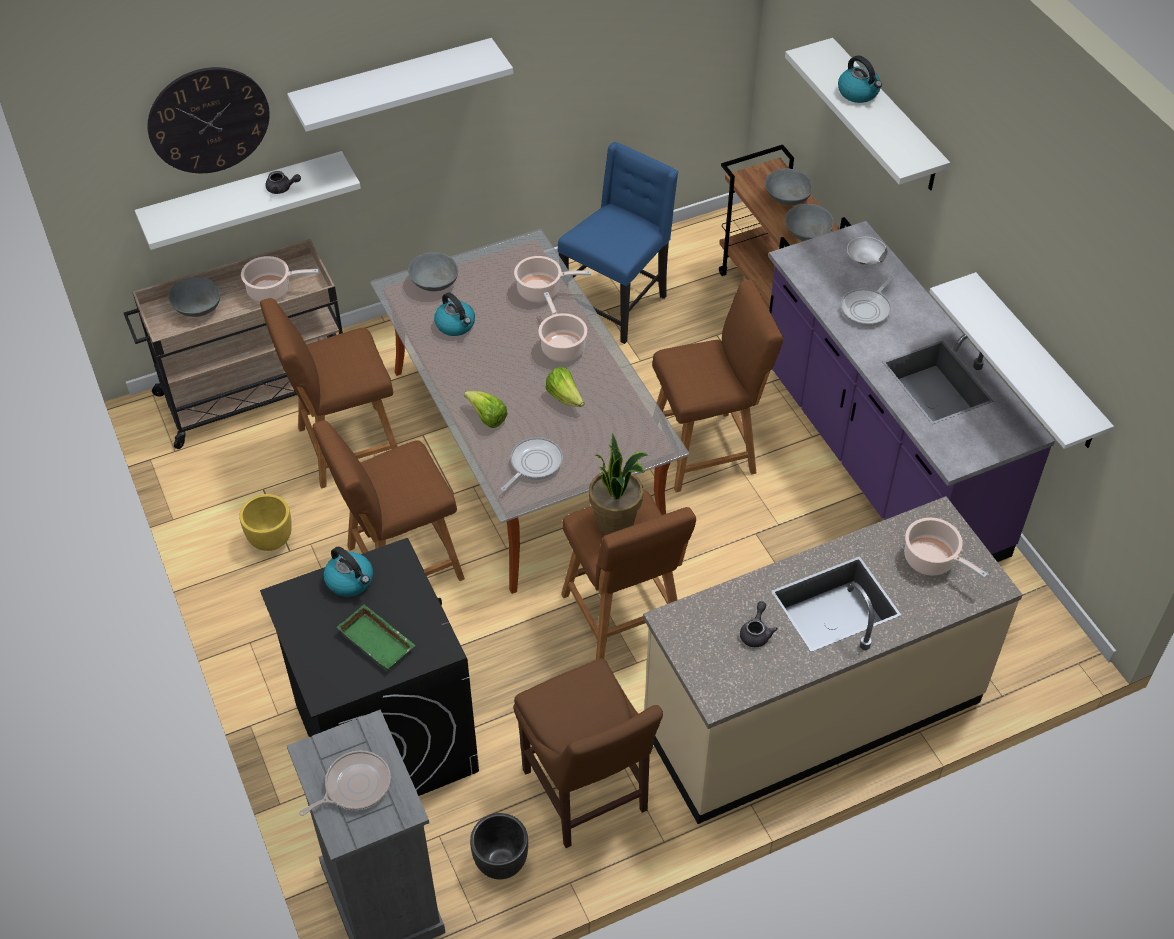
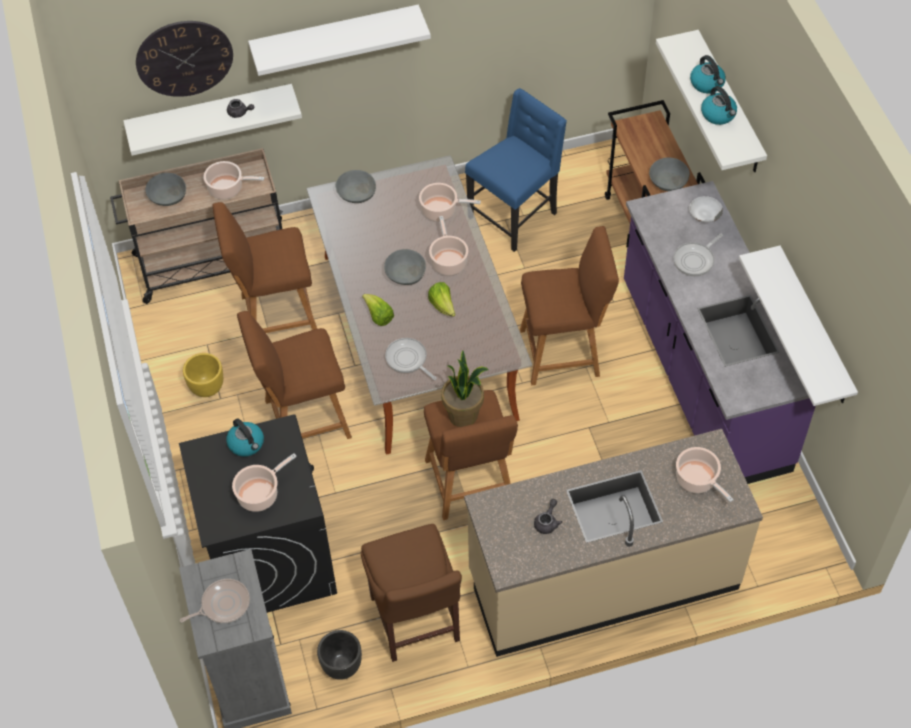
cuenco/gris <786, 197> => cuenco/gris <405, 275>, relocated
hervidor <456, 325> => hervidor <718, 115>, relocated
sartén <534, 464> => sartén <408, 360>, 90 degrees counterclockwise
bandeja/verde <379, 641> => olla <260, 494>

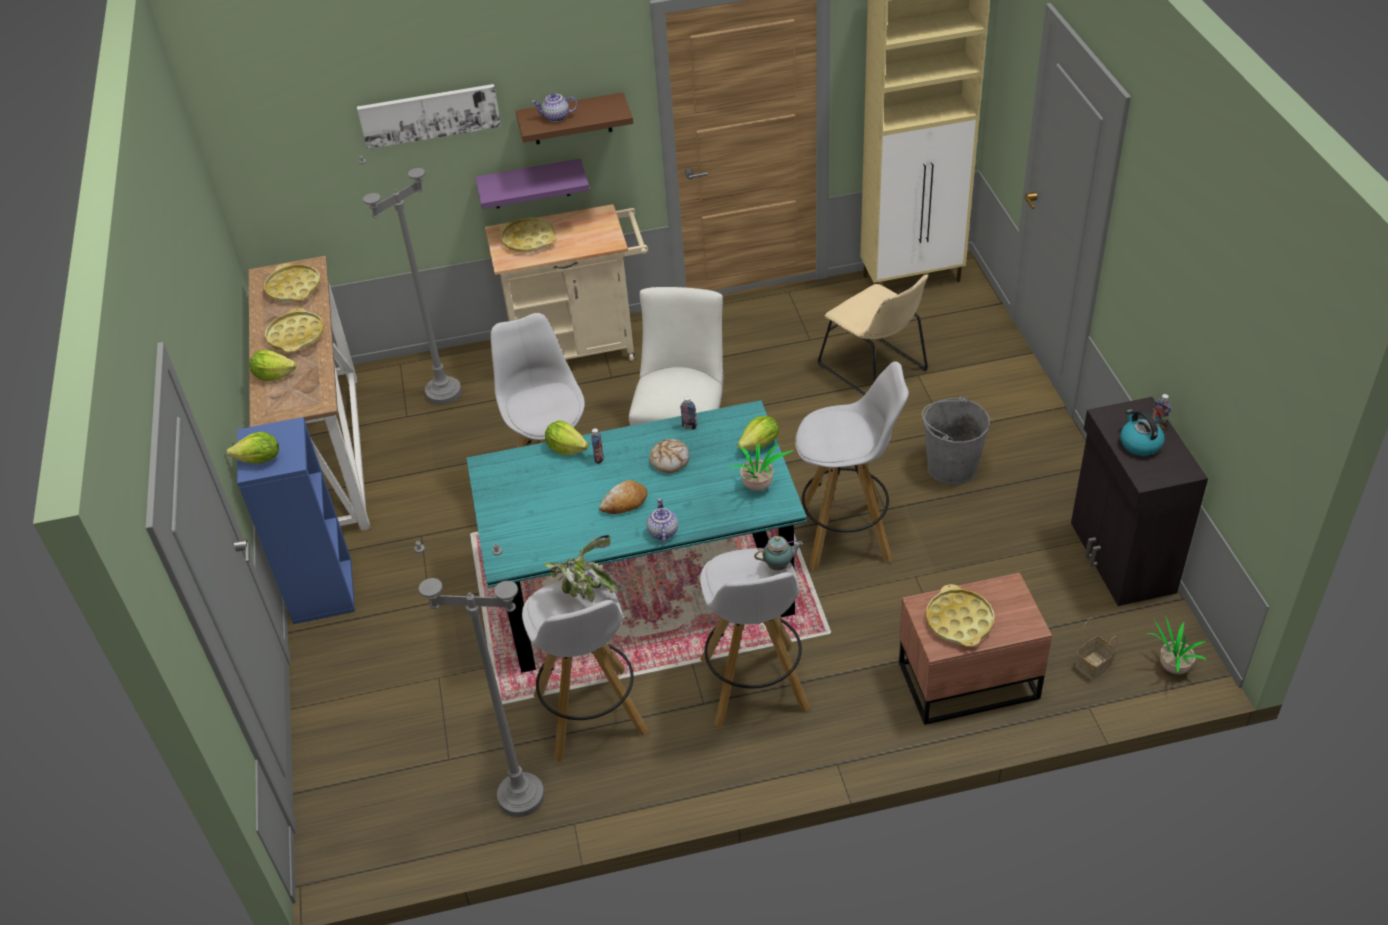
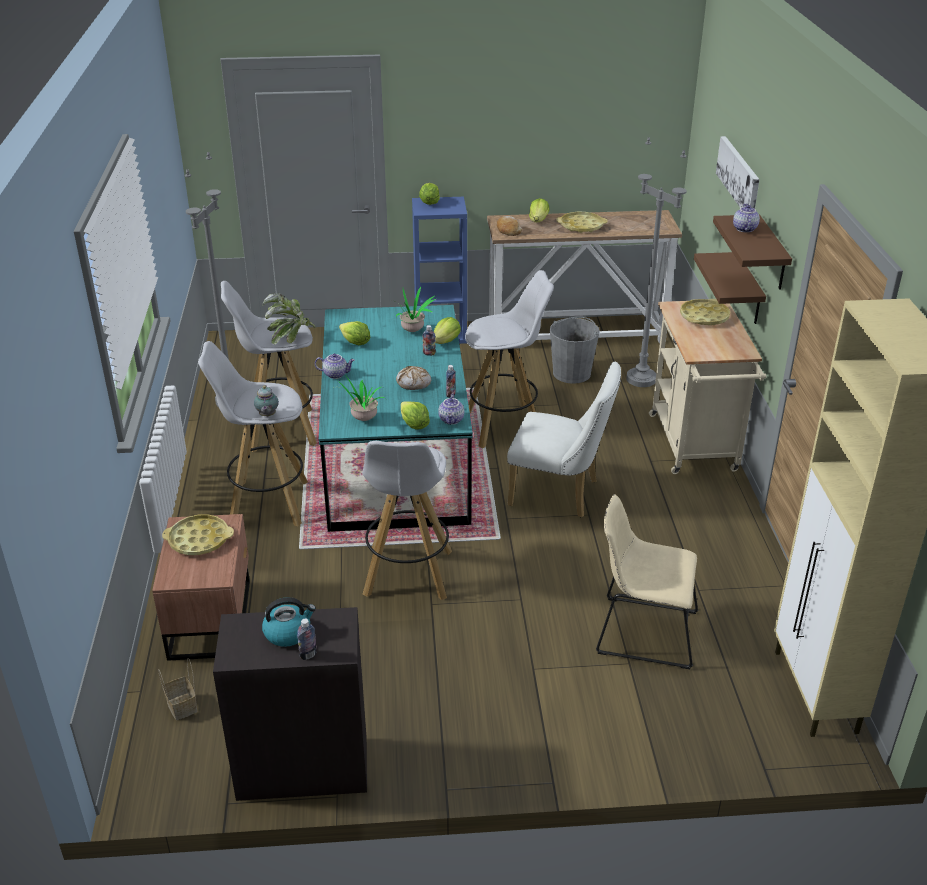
estante/morado <530, 184> => estante/marrón <748, 290>
bandeja/amarillo <294, 288> => nothing
silla/beis <875, 370> => silla/beis <642, 631>, 45 degrees clockwise
cubo/gris <951, 467> => cubo/gris <572, 373>, relocated
pan <624, 502> => pan <508, 230>, relocated
planta en maceta <1171, 668> => planta en maceta <413, 330>, relocated
nothing => lechuga <355, 343>
nothing => tetera <452, 420>

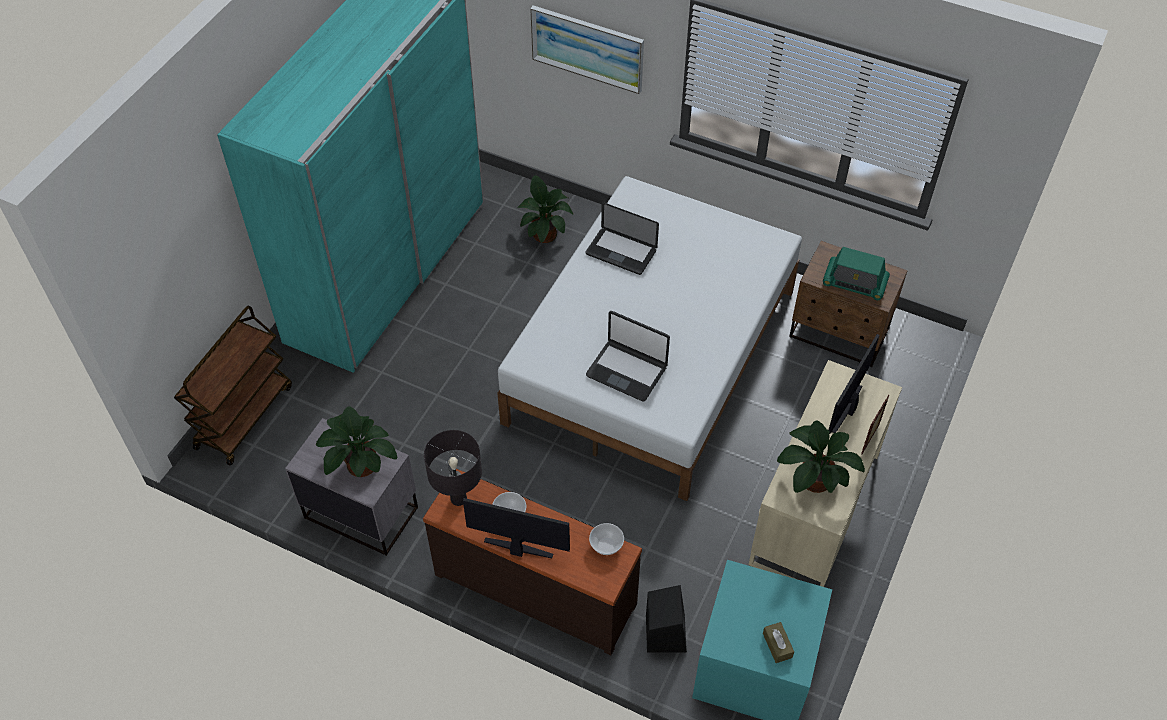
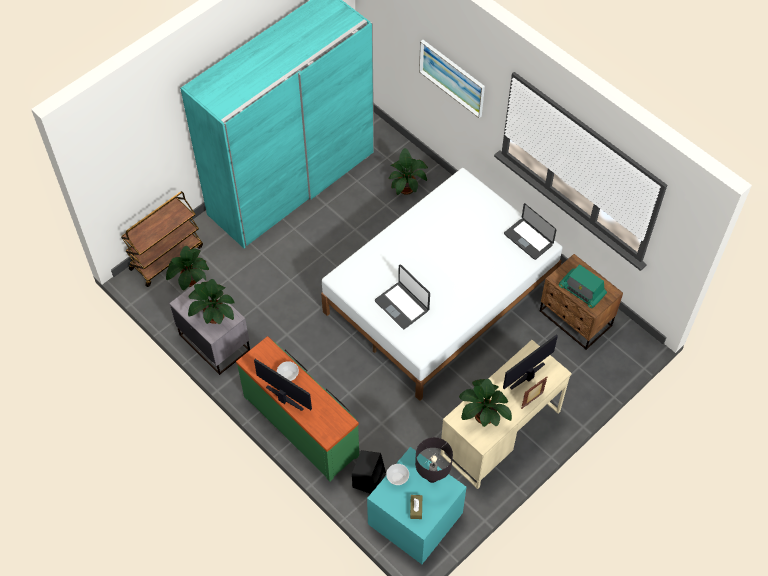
portátil <621, 252> => portátil <528, 239>, relocated
lámpara de mesa/negro <458, 499> => lámpara de mesa/negro <432, 477>, relocated
cómoda/marrón <536, 587> => cómoda/verde <302, 424>
cuenco <606, 545> => cuenco <397, 477>, relocated
nothing => planta en maceta <191, 280>

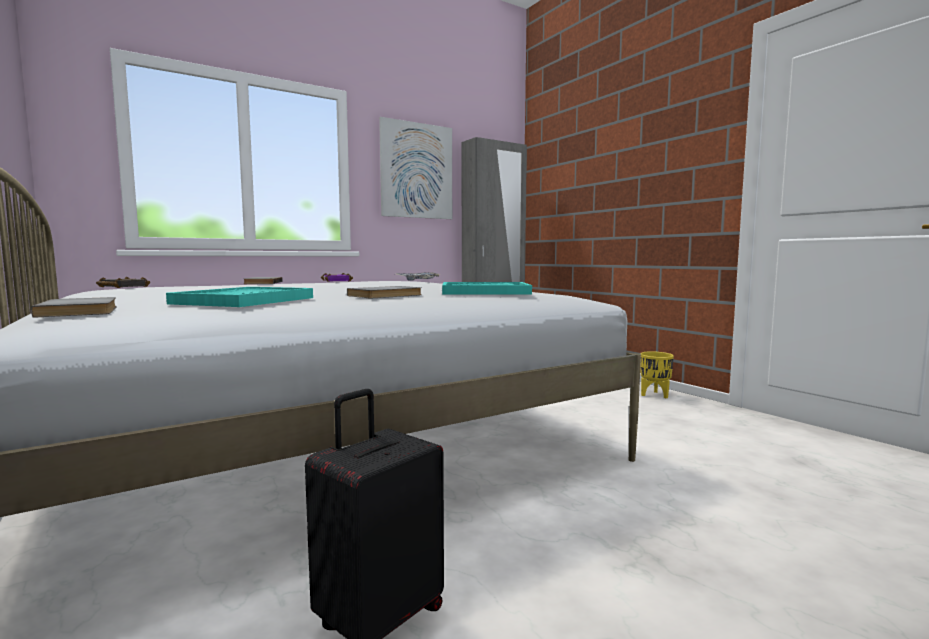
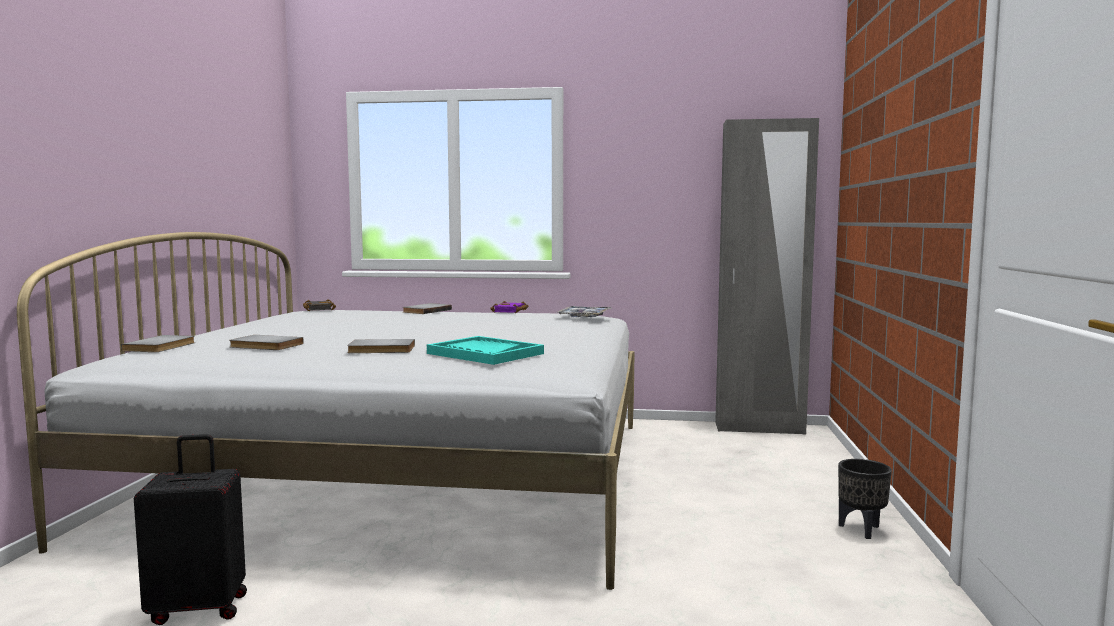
cuadro <417, 171> => nothing
bandeja/turquesa <245, 301> => libro/gris <264, 346>
maceta/amarillo <655, 395> => maceta/negro <861, 530>

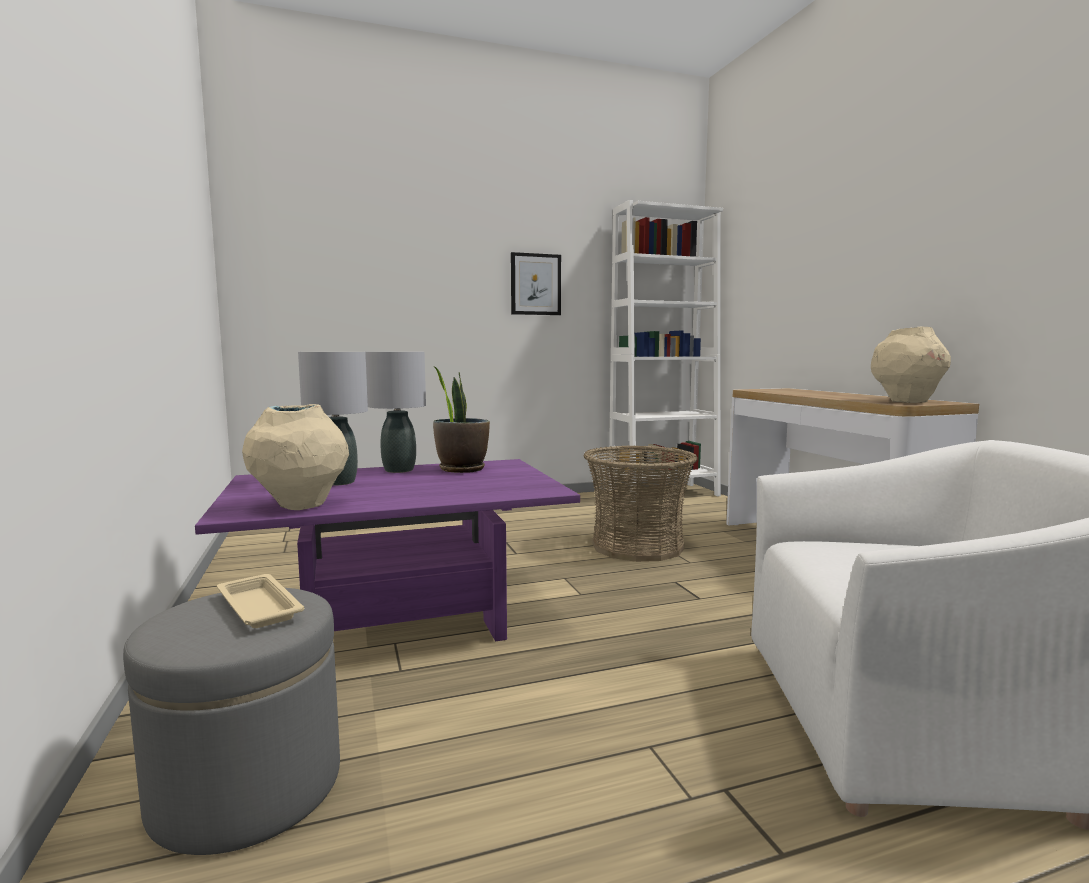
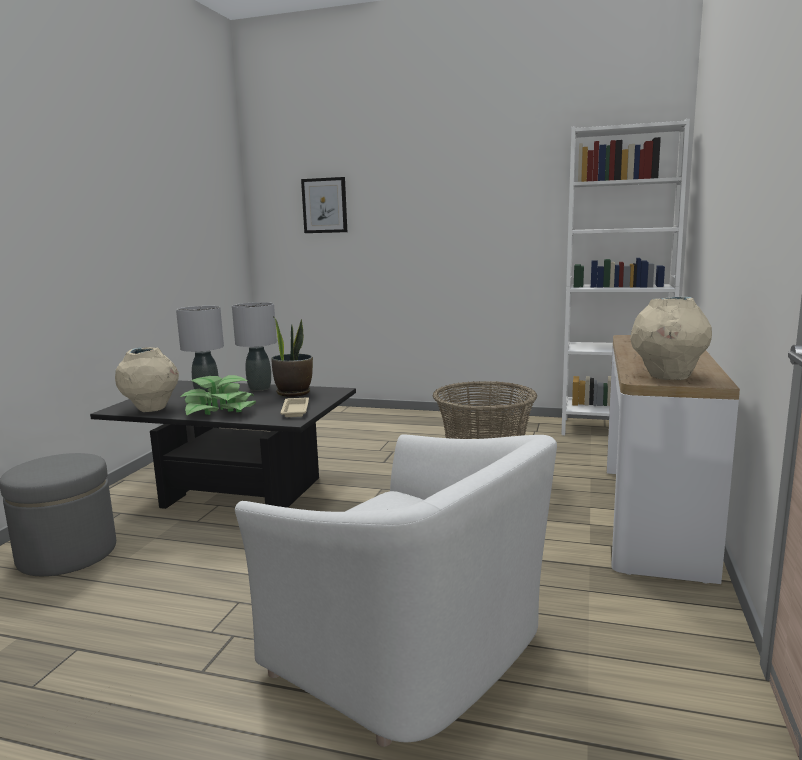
cuadro <535, 284> => cuadro <324, 205>, relocated
mesa de centro/morado <400, 623> => mesa de centro/negro <238, 494>
bandeja/beis <258, 606> => bandeja/beis <295, 410>, relocated
nothing => planta en maceta <220, 410>

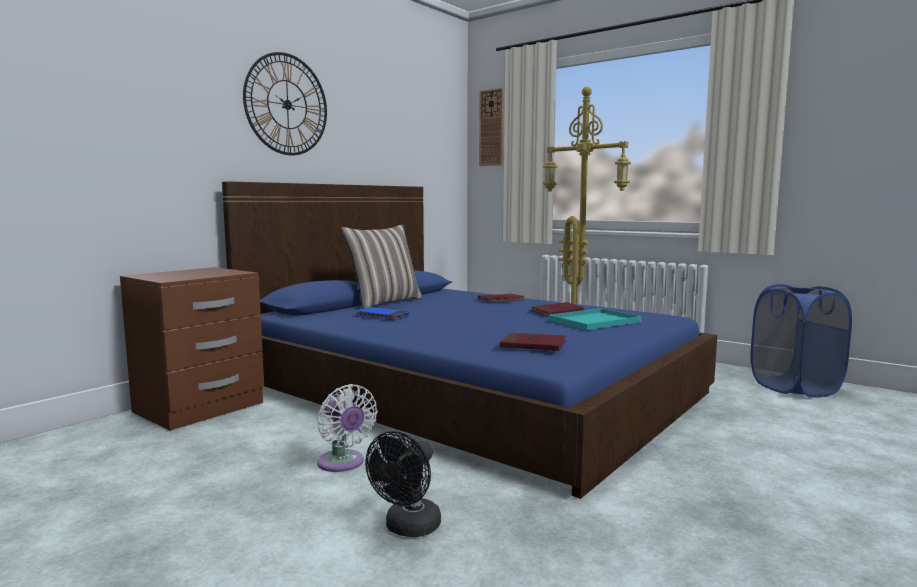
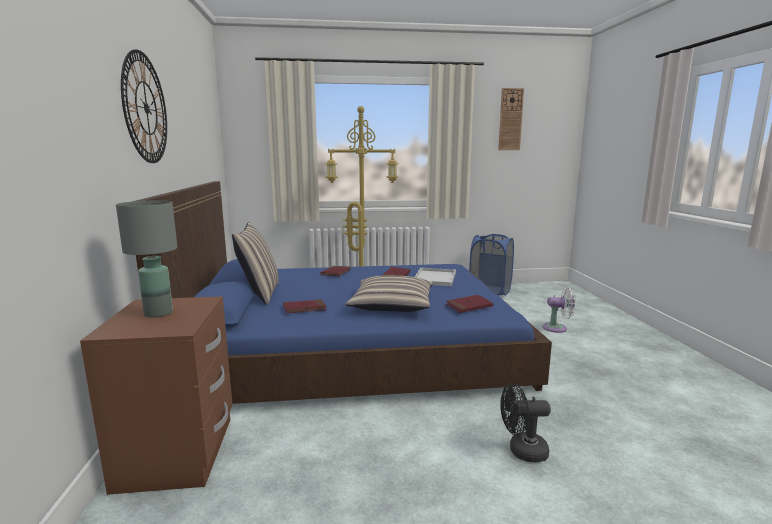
reloj de pared <491, 128> => reloj de pared <510, 119>, relocated
libro/azul <382, 316> => libro/rojo <304, 308>
bandeja/turquesa <593, 321> => bandeja/blanco <435, 278>
ventilador/blanco <343, 464> => ventilador/blanco <557, 328>, relocated
ventilador/negro <408, 528> => ventilador/negro <522, 451>, 105 degrees clockwise
nothing => lámpara de mesa/gris <159, 313>
nothing => cojín <392, 304>

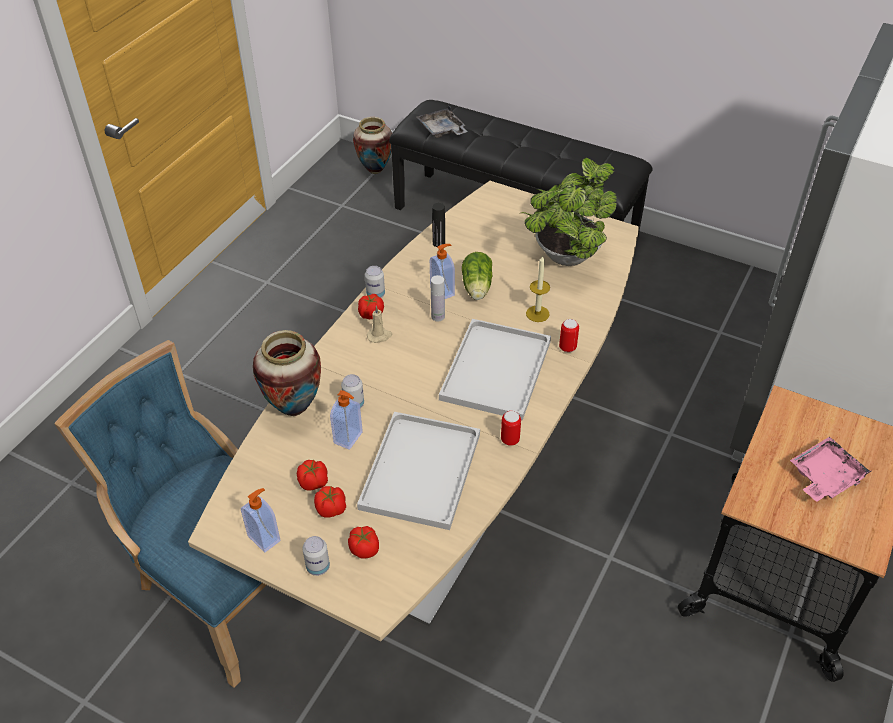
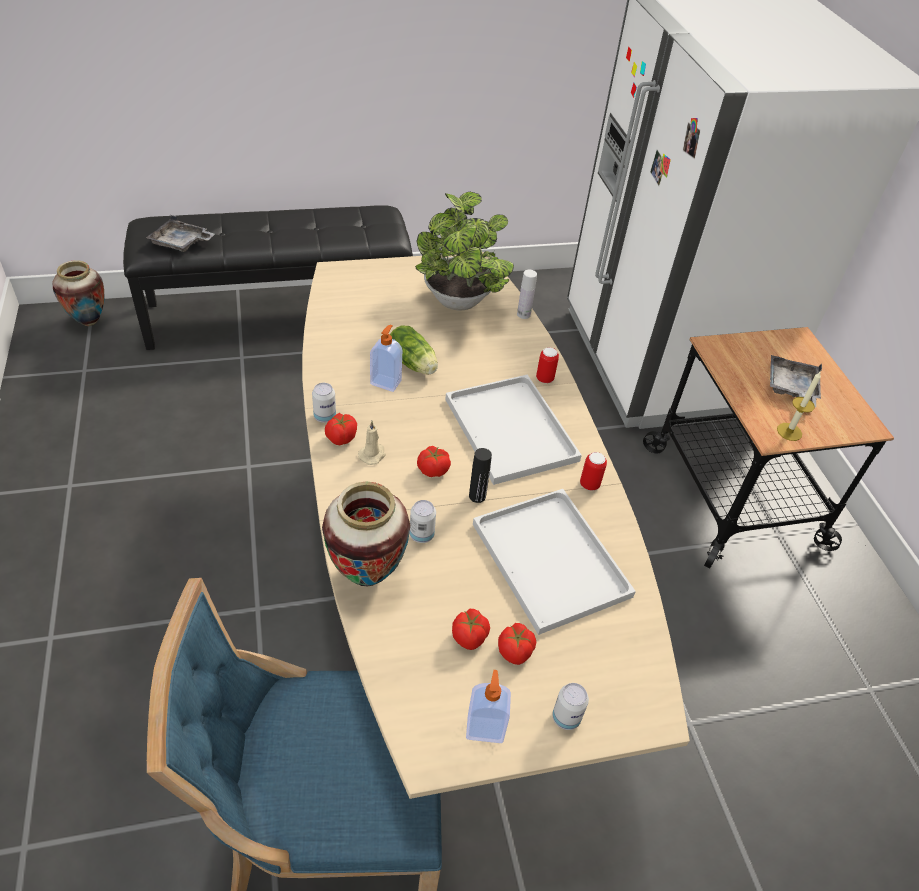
botella/negro <438, 243> => botella/negro <477, 496>, relocated
vela <537, 314> => vela <789, 431>, relocated
botella/blanco <438, 316> => botella/blanco <523, 314>, relocated
dispensador de jabón <349, 438> => nothing
bandeja/rosa <824, 477> => bandeja/gris <791, 388>
tomate <364, 549> => tomate <433, 470>, relocated

